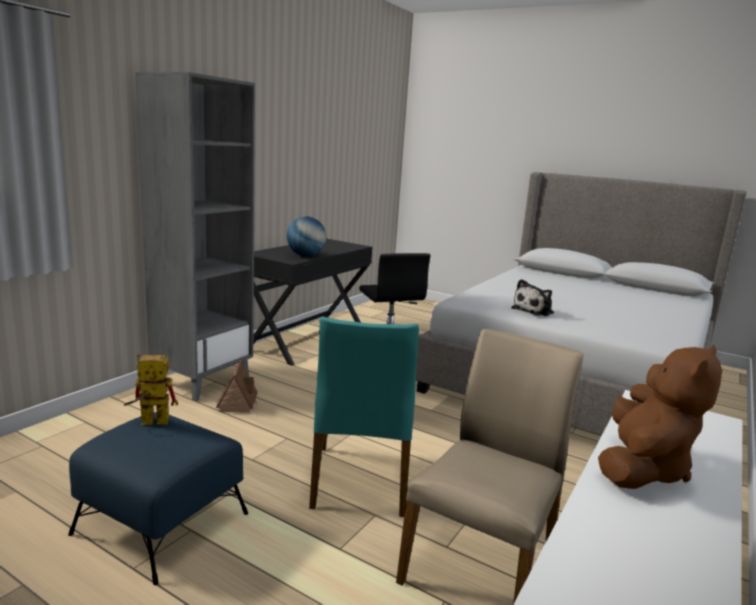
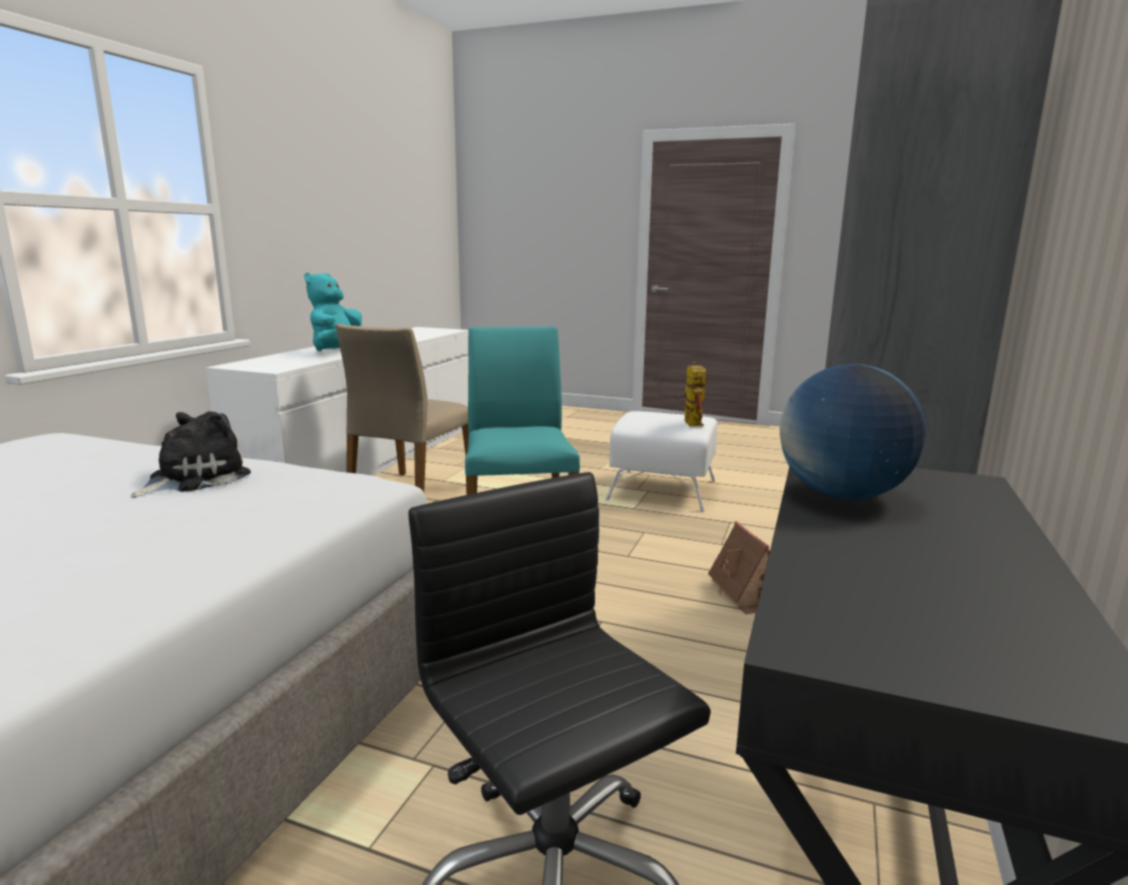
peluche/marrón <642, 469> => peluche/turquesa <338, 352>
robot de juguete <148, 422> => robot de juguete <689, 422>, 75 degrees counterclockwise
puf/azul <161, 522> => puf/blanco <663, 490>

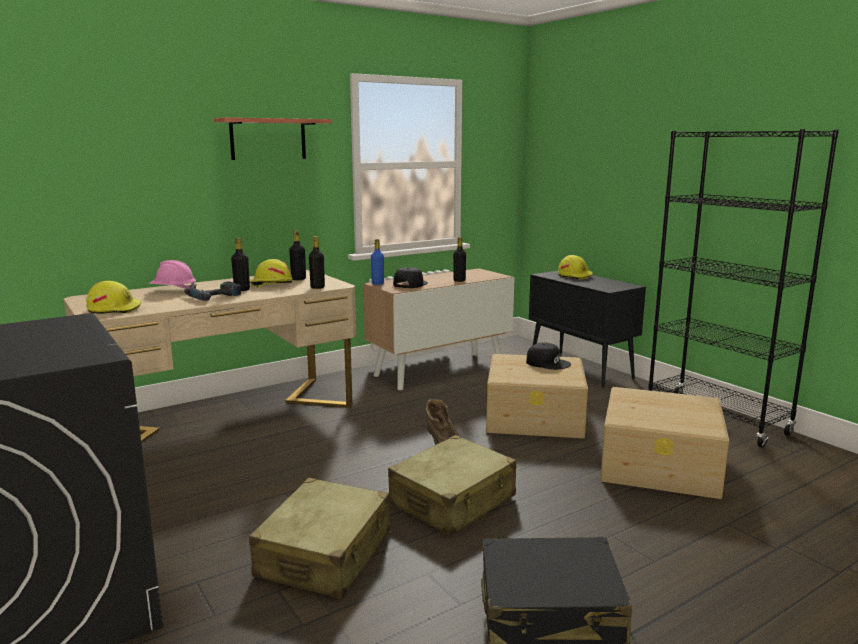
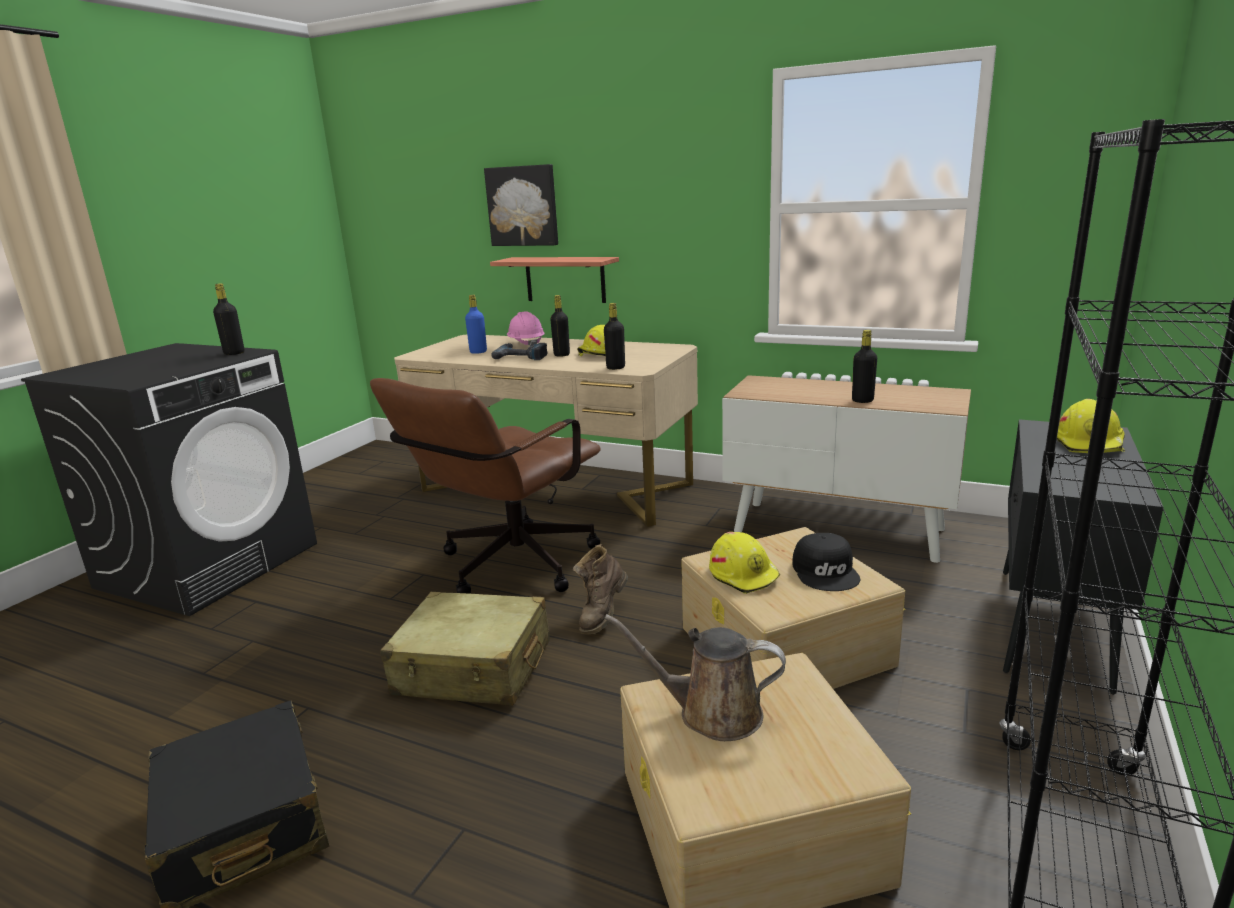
estante <268, 139> => estante <565, 279>, relocated
botella/negro <298, 279> => botella/negro <234, 353>, relocated
botella/azul <377, 283> => botella/azul <478, 352>, relocated
gorra/negro <410, 284> => nothing
casco/amarillo <114, 309> => casco/amarillo <744, 574>, relocated
maleta/beis <325, 554> => nothing
nothing => cuadro <523, 206>
nothing => silla de oficina/marrón <508, 568>
nothing => regadera/marrón <711, 713>

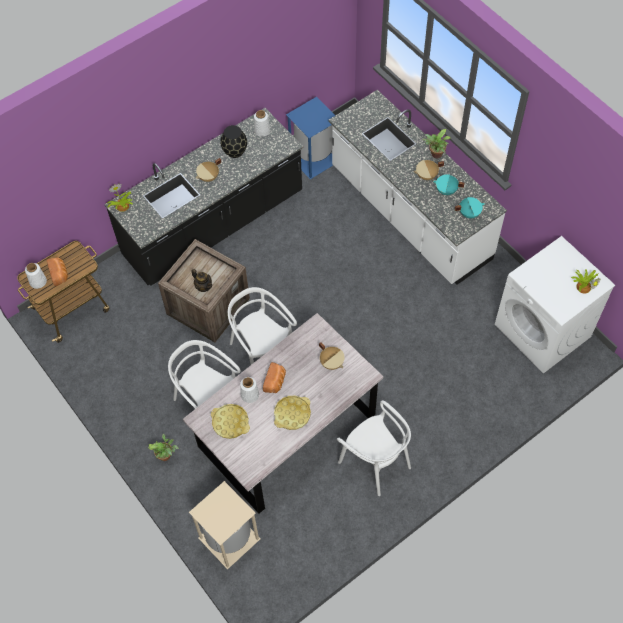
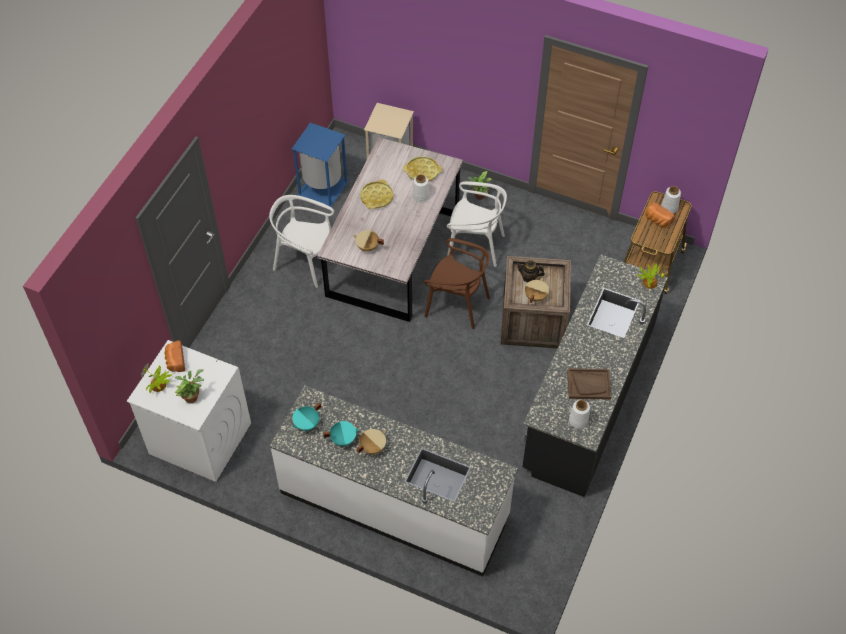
papelera/azul <313, 160> => papelera/azul <322, 187>, relocated
florero/negro <234, 151> => bandeja/marrón <589, 384>
planta en maceta <435, 155> => planta en maceta <192, 396>, relocated
olla/beis <209, 177> => olla/beis <535, 296>, relocated
silla/blanco <262, 350> => silla/marrón <457, 304>
pan <275, 382> => pan <175, 361>, relocated

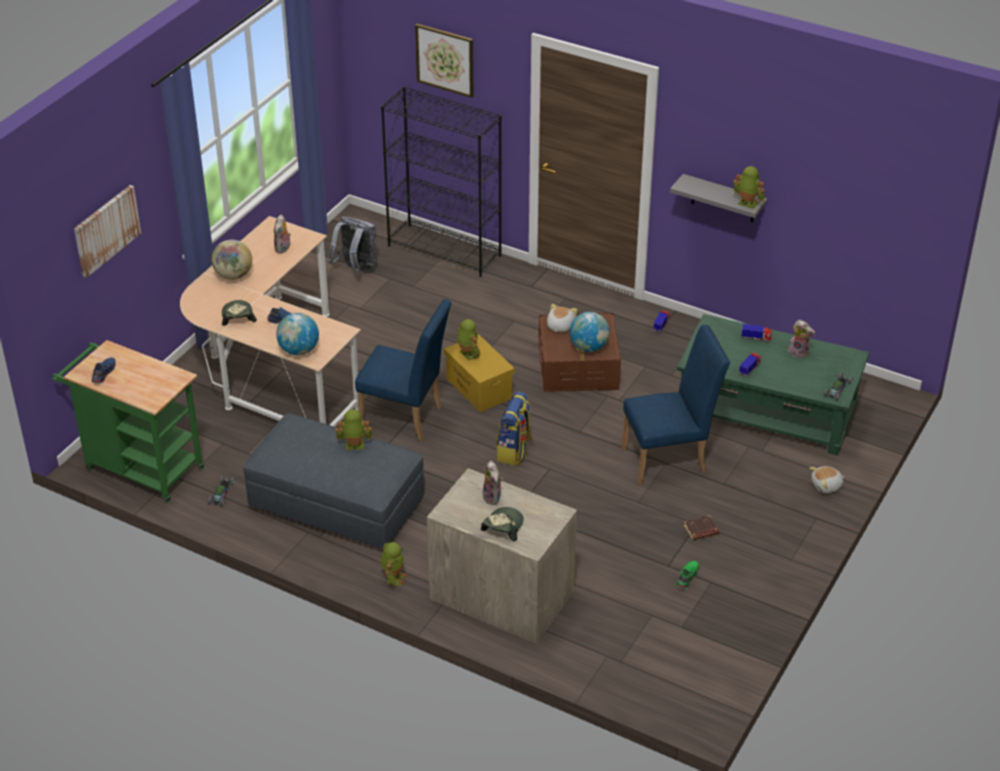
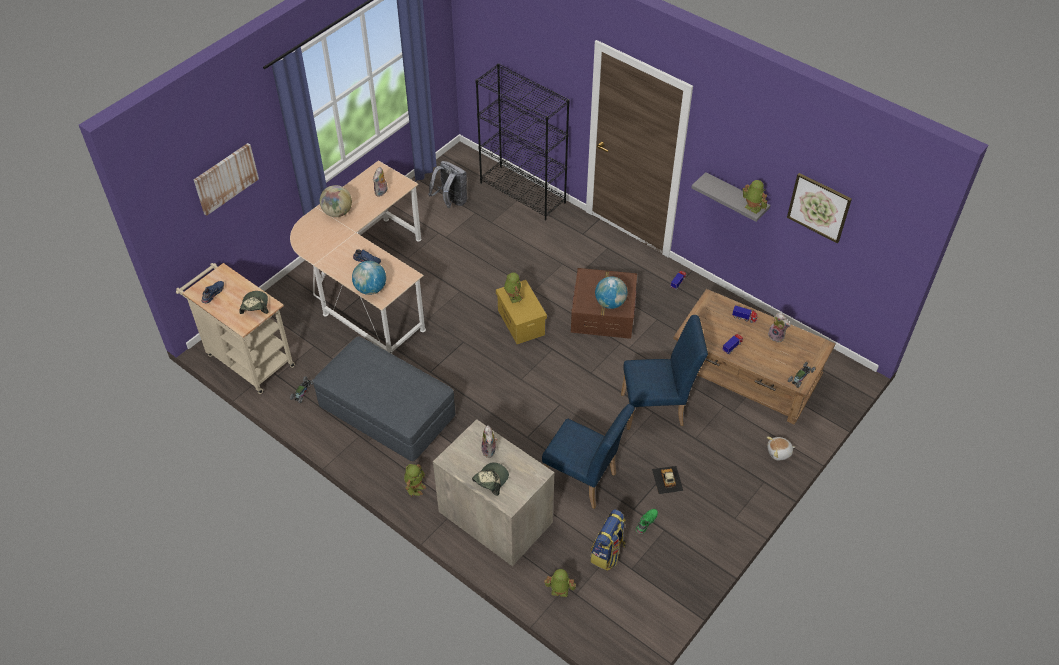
cuadro <445, 59> => cuadro <819, 207>, relocated
silla/azul <406, 418> => silla/azul <584, 481>, relocated
gorra <237, 316> => gorra <254, 306>, relocated
peluche <559, 326> => nothing
mesa de centro/verde <766, 410> => mesa de centro/marrón <745, 374>
carrito/verde <139, 467> => carrito/beis <246, 358>
mochila <514, 451> => mochila <608, 553>, relocated
robot de juguete <354, 446> => robot de juguete <559, 592>, relocated
libro/marrón <701, 530> => coche de juguete <667, 480>

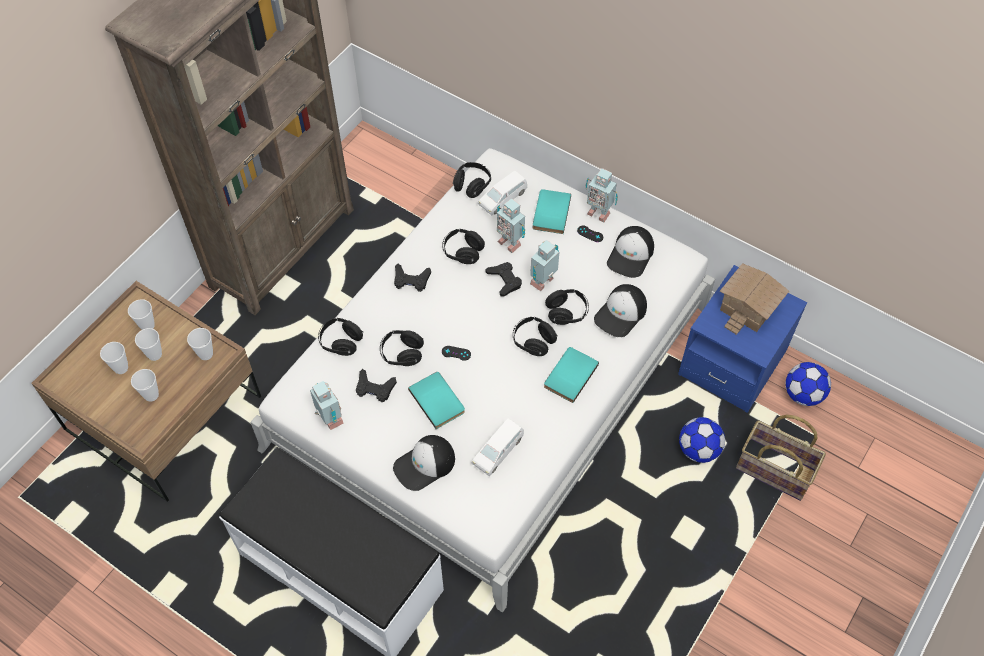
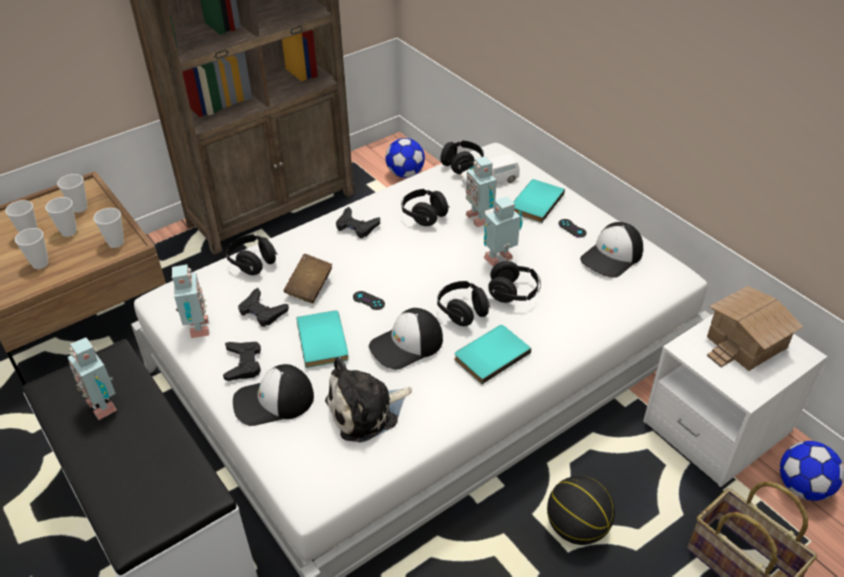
robot de juguete <598, 212> => robot de juguete <104, 404>, relocated
mando de consola/negro <504, 280> => mando de consola/negro <243, 363>, relocated
mesita de noche/azul <732, 363> => mesita de noche/blanco <716, 427>
gorra <621, 314> => gorra <407, 345>, relocated
auriculares/negro <402, 354> => libro/marrón <309, 287>
balón de fútbol <698, 449> => balón de fútbol <405, 174>, relocated
coche de juguete/blanco <498, 451> => peluche <366, 411>
nothing => balón de baloncesto <576, 528>

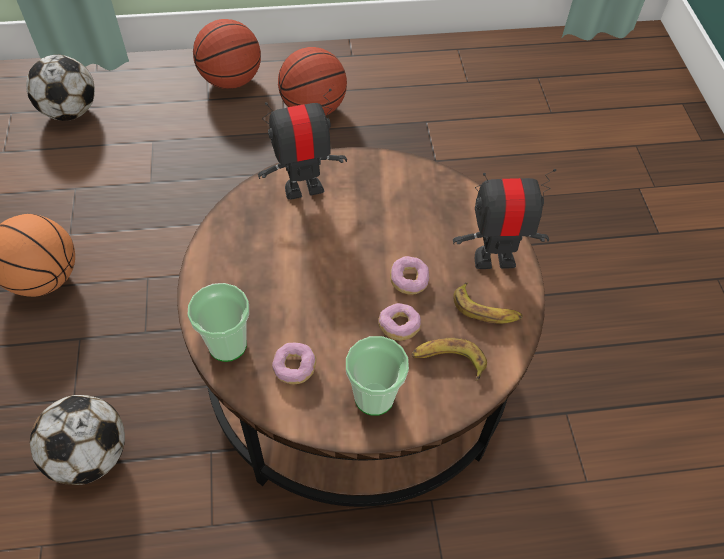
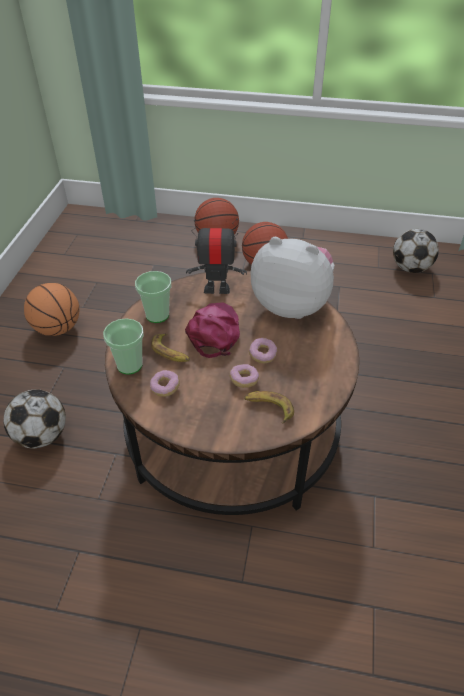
balón de fútbol <70, 112> => balón de fútbol <410, 268>, relocated
robot de juguete <494, 259> => nothing
plátano <486, 310> => plátano <171, 352>, relocated
taza <374, 397> => taza <157, 315>, relocated
nothing => peluche <292, 304>
nothing => gorra/rosa <214, 332>

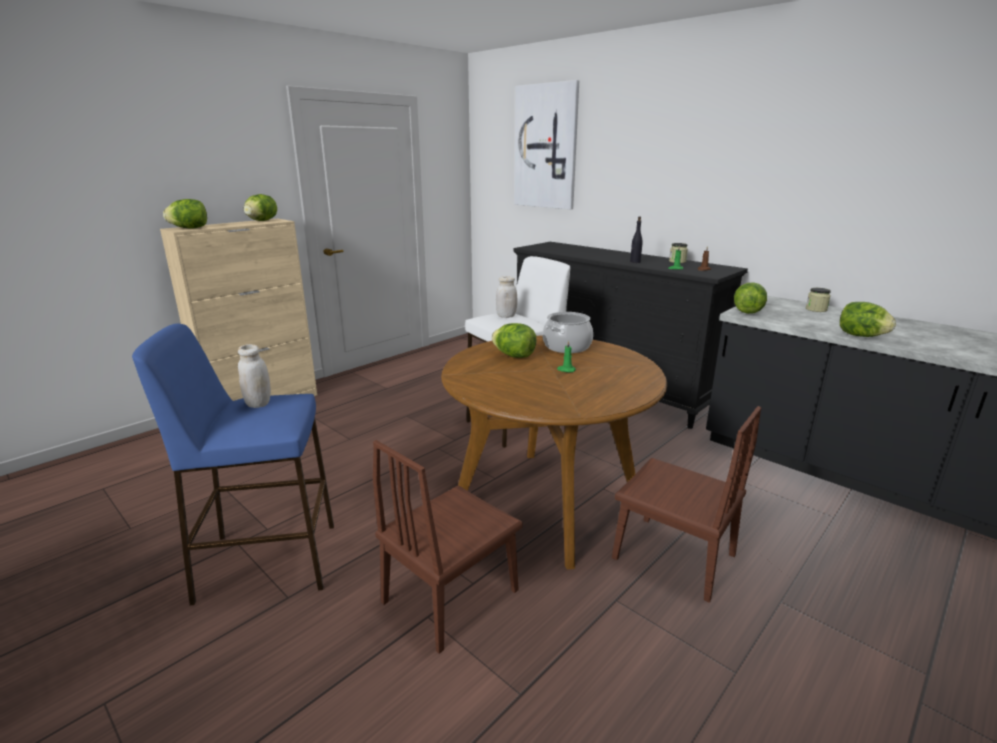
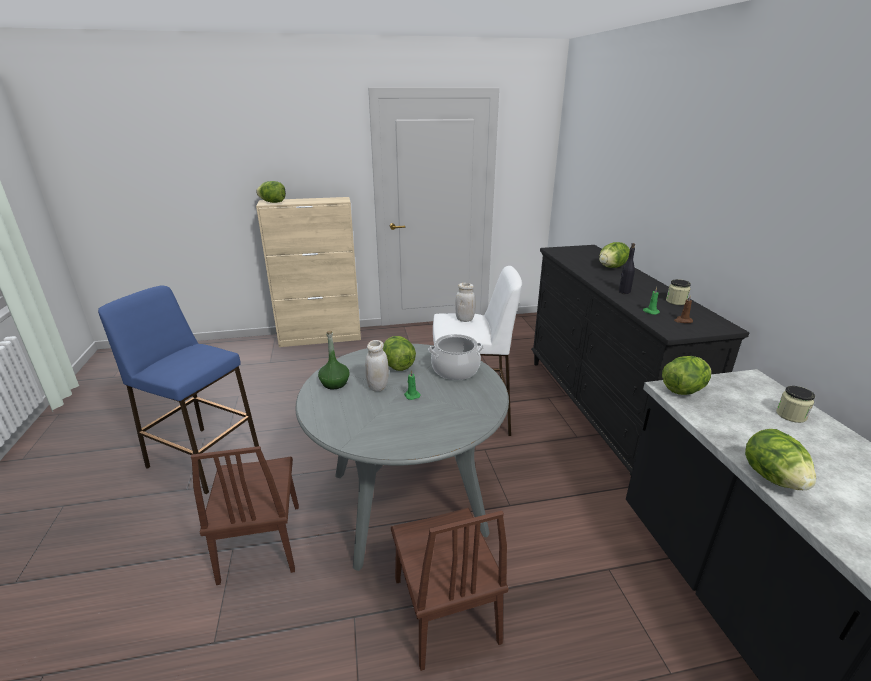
cuadro <546, 147> => nothing
lechuga <262, 221> => lechuga <611, 267>, relocated
mesa de comedor/marrón <547, 503> => mesa de comedor/gris <407, 502>
tarro/blanco <258, 403> => tarro/blanco <378, 386>, relocated
silla/marrón <451, 596> => silla/marrón <261, 542>, 90 degrees counterclockwise
nothing => botella/verde <334, 383>

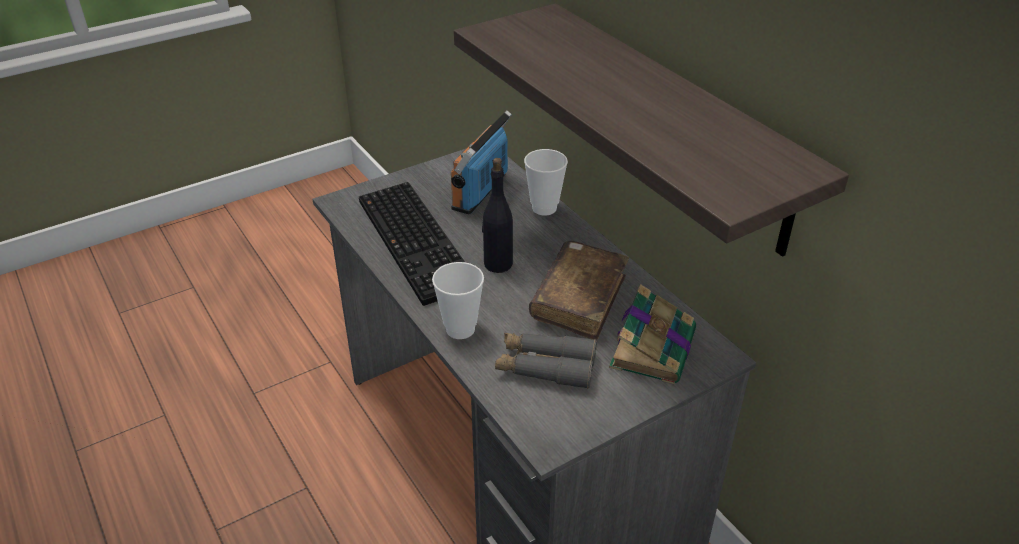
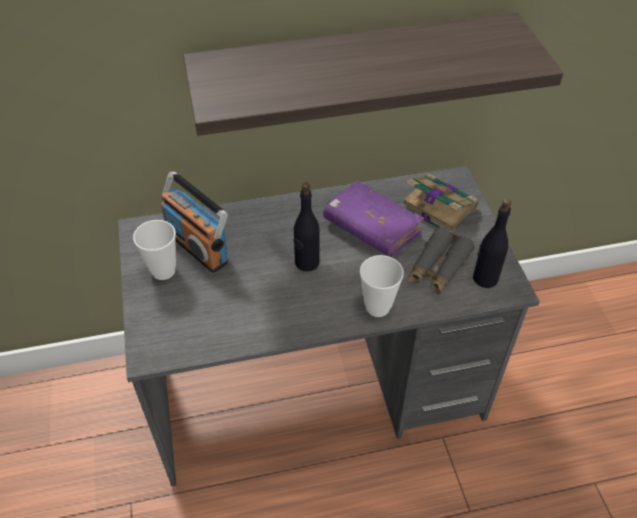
taza <544, 208> => taza <163, 271>, relocated
teclado <419, 242> => nothing
libro/marrón <579, 299> => libro/morado <371, 228>
nothing => botella/negro <484, 278>

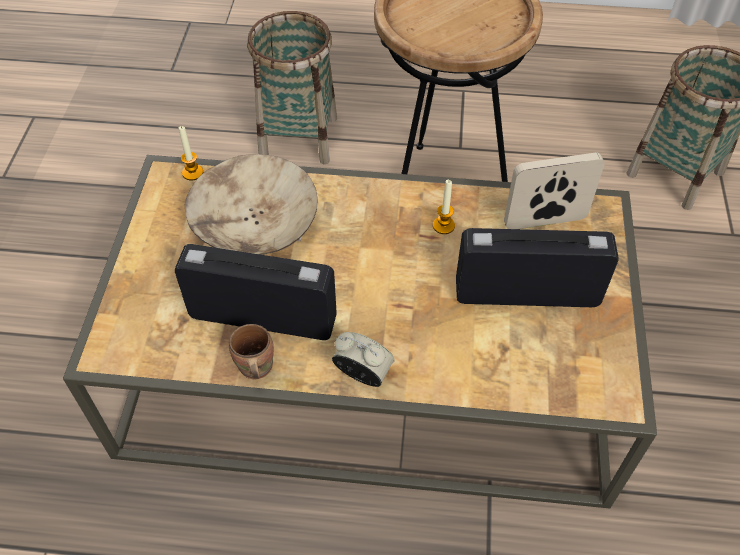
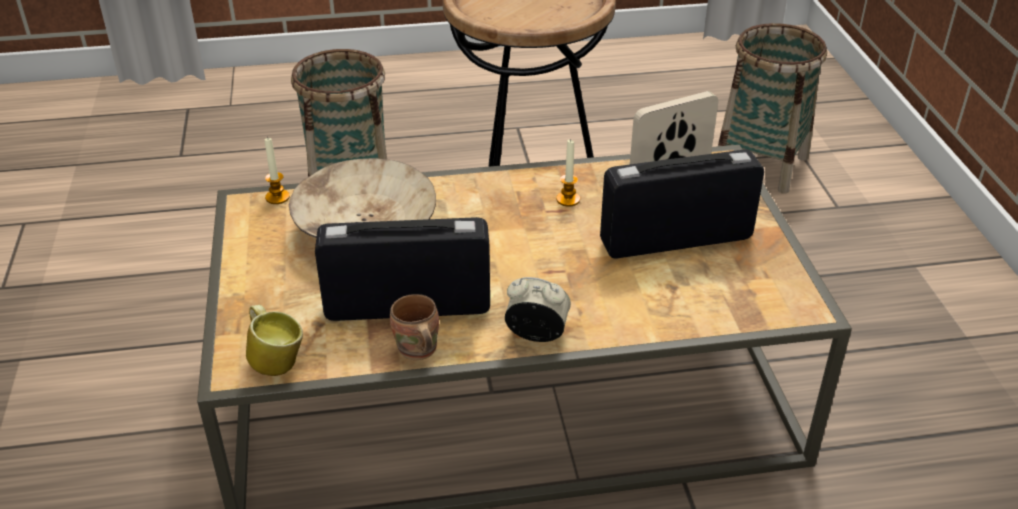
nothing => taza grande <275, 360>

